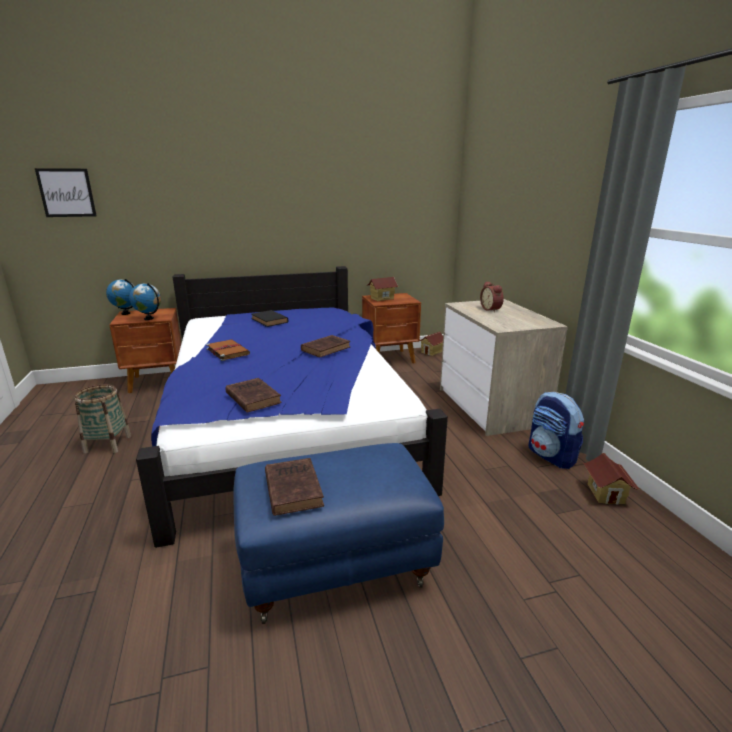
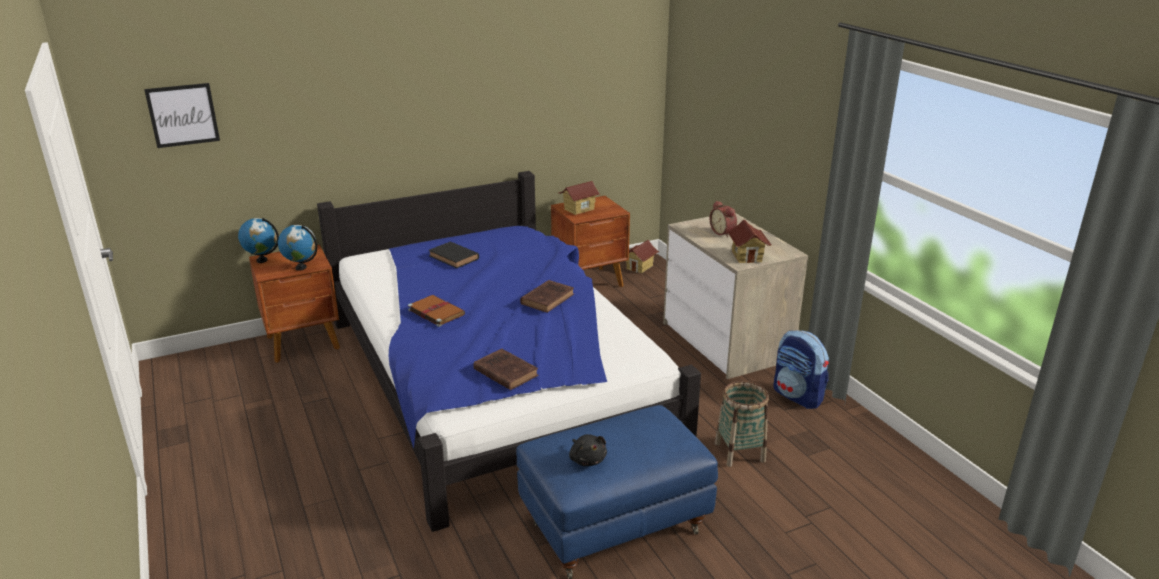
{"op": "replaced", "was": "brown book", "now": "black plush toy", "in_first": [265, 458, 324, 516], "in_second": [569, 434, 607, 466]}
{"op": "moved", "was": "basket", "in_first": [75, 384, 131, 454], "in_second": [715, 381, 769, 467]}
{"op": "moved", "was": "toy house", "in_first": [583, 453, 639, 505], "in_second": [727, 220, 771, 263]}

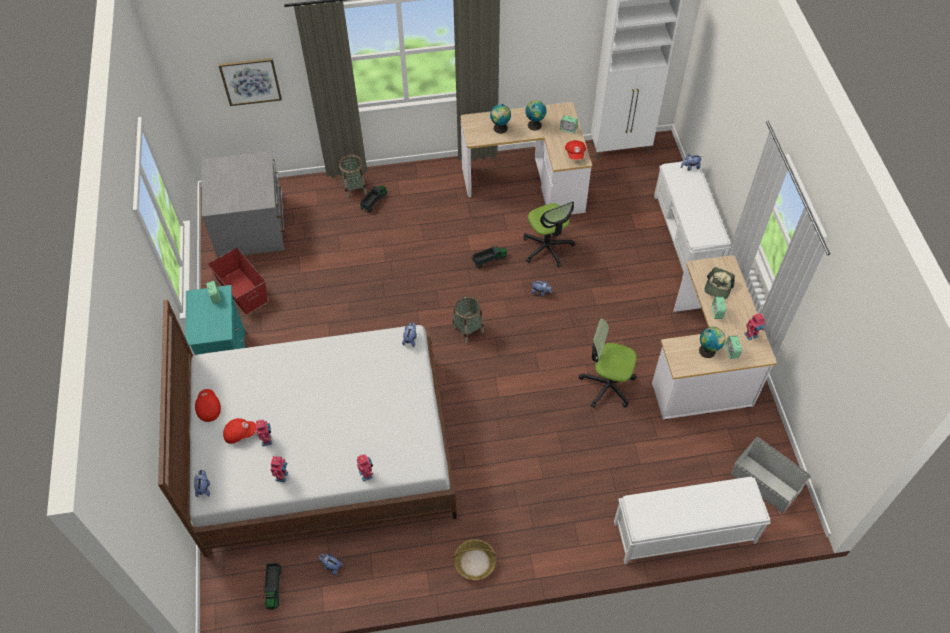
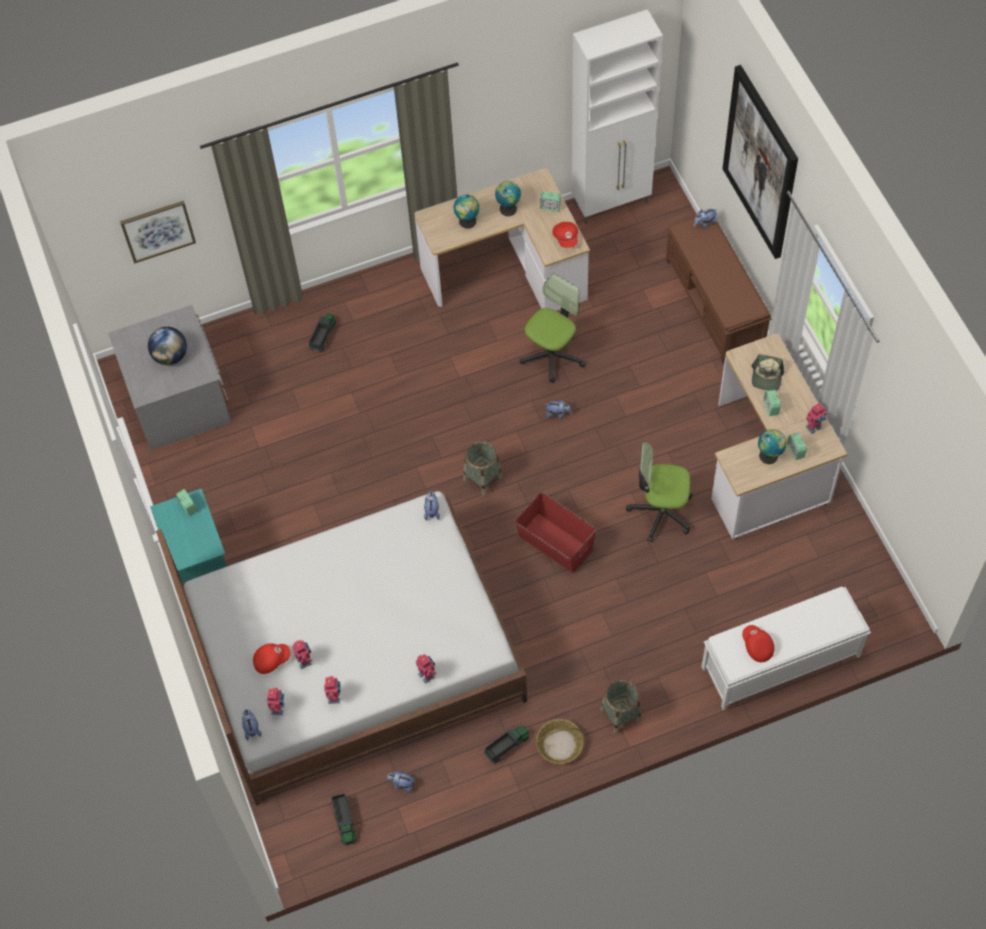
{"op": "added", "now": "globe", "in_second": [148, 327, 187, 365]}
{"op": "added", "now": "toy robot", "in_second": [267, 688, 284, 715]}
{"op": "moved", "was": "toy truck", "in_first": [472, 246, 507, 268], "in_second": [484, 726, 530, 763]}
{"op": "moved", "was": "red storage box", "in_first": [208, 248, 268, 314], "in_second": [515, 492, 596, 573]}
{"op": "turned", "was": "office chair", "in_first": [523, 201, 575, 268], "in_second": [520, 274, 585, 383], "clockwise": -105}
{"op": "moved", "was": "basket", "in_first": [339, 155, 367, 198], "in_second": [600, 679, 641, 734]}
{"op": "recoloured", "was": "white bench", "now": "brown bench", "in_first": [654, 161, 731, 278], "in_second": [666, 215, 772, 364]}
{"op": "added", "now": "picture", "in_second": [722, 65, 798, 259]}
{"op": "moved", "was": "red cap", "in_first": [195, 389, 221, 422], "in_second": [742, 625, 775, 662]}
{"op": "removed", "was": "grey storage box", "in_first": [731, 437, 811, 513]}

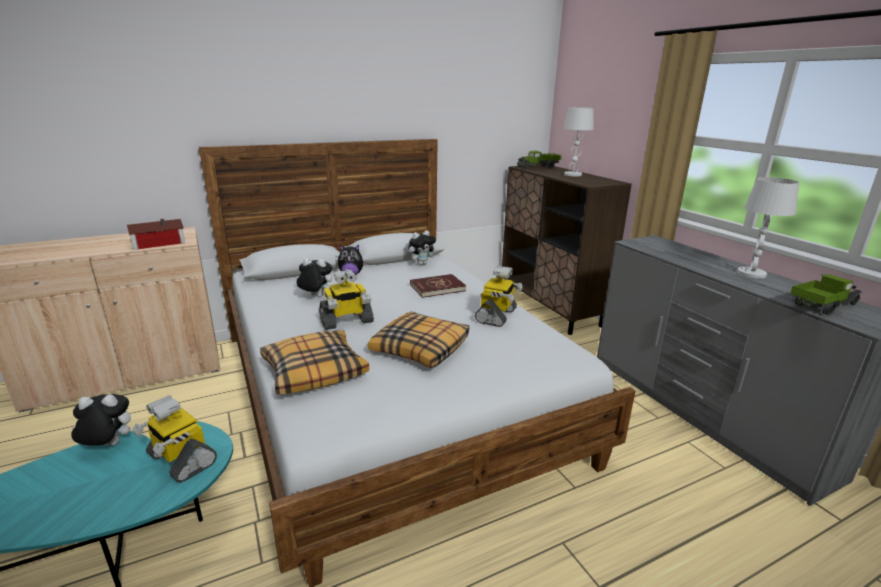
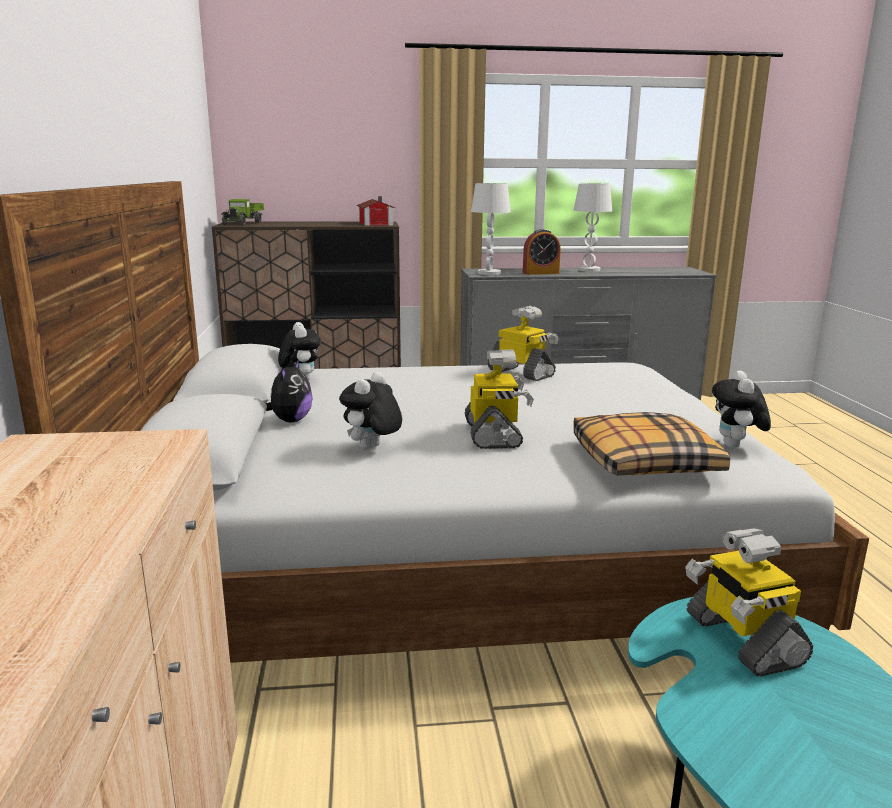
{"op": "moved", "was": "toy house", "in_first": [127, 219, 185, 250], "in_second": [357, 196, 395, 226]}
{"op": "moved", "was": "white table lamp", "in_first": [563, 107, 594, 177], "in_second": [471, 183, 511, 275]}
{"op": "added", "now": "alarm clock", "in_second": [523, 229, 561, 275]}
{"op": "turned", "was": "toy robot", "in_first": [132, 395, 217, 483], "in_second": [685, 528, 813, 677], "clockwise": 105}
{"op": "moved", "was": "plush toy", "in_first": [71, 394, 131, 446], "in_second": [712, 370, 771, 448]}
{"op": "removed", "was": "pillow", "in_first": [368, 311, 469, 368]}
{"op": "removed", "was": "red book", "in_first": [410, 274, 466, 298]}
{"op": "removed", "was": "toy truck", "in_first": [790, 274, 862, 315]}

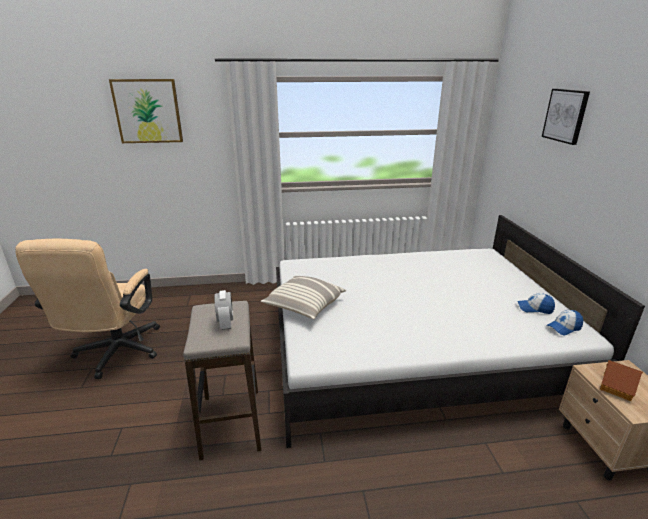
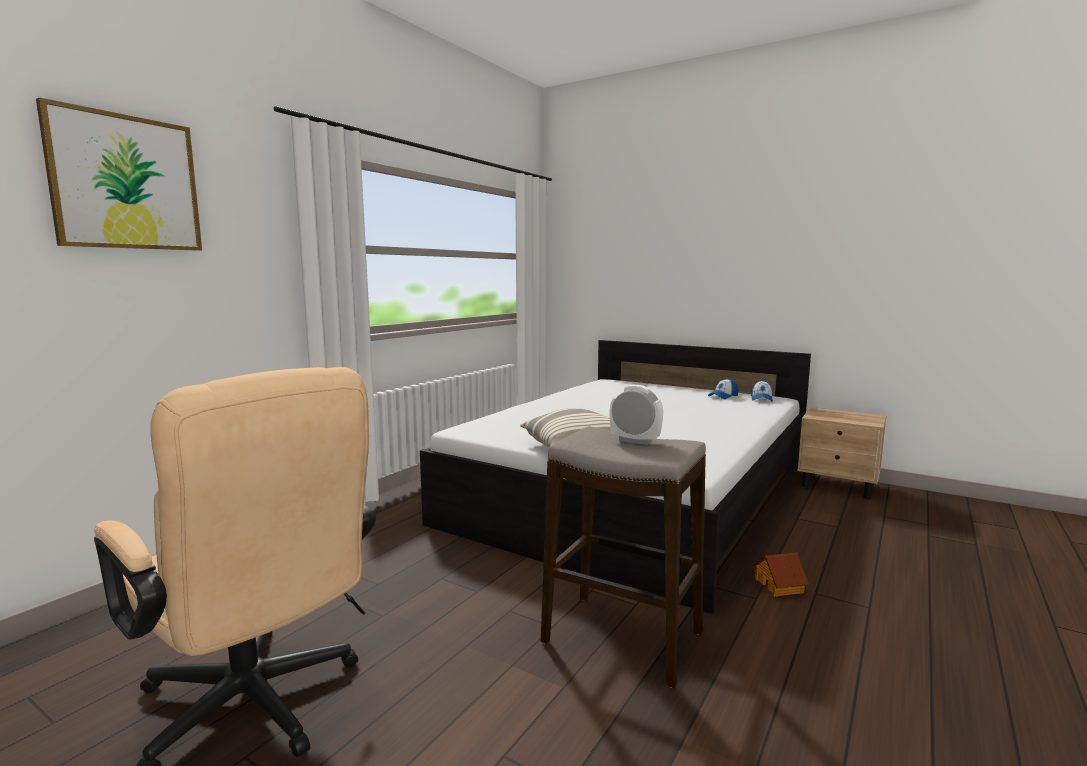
{"op": "moved", "was": "toy house", "in_first": [600, 360, 643, 401], "in_second": [752, 552, 809, 597]}
{"op": "removed", "was": "picture", "in_first": [542, 89, 590, 145]}

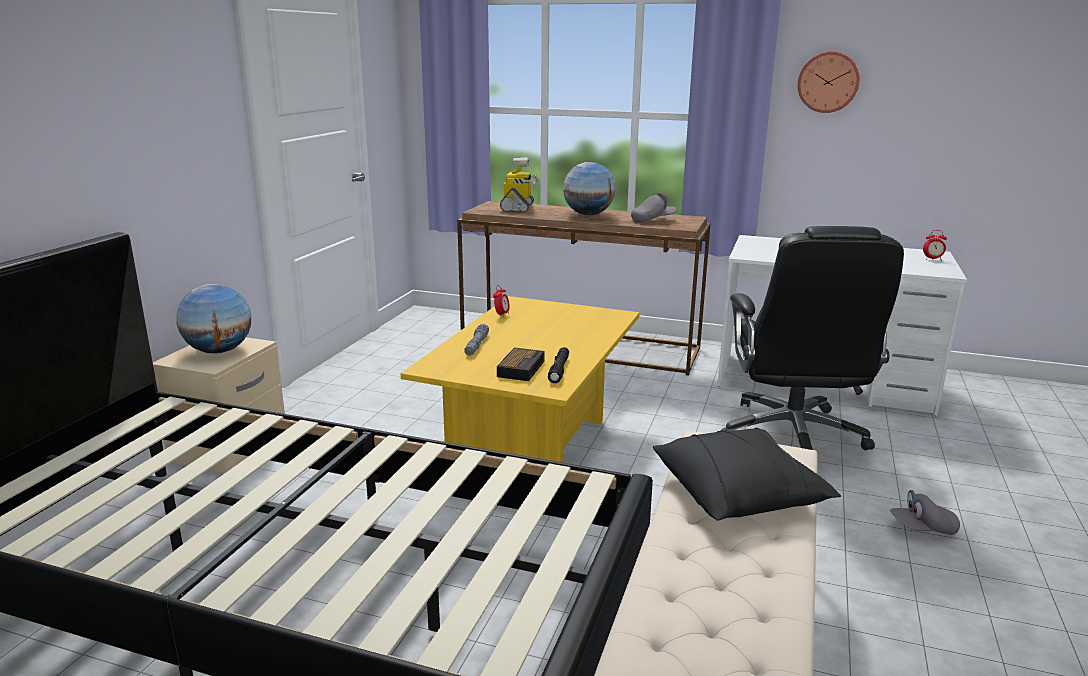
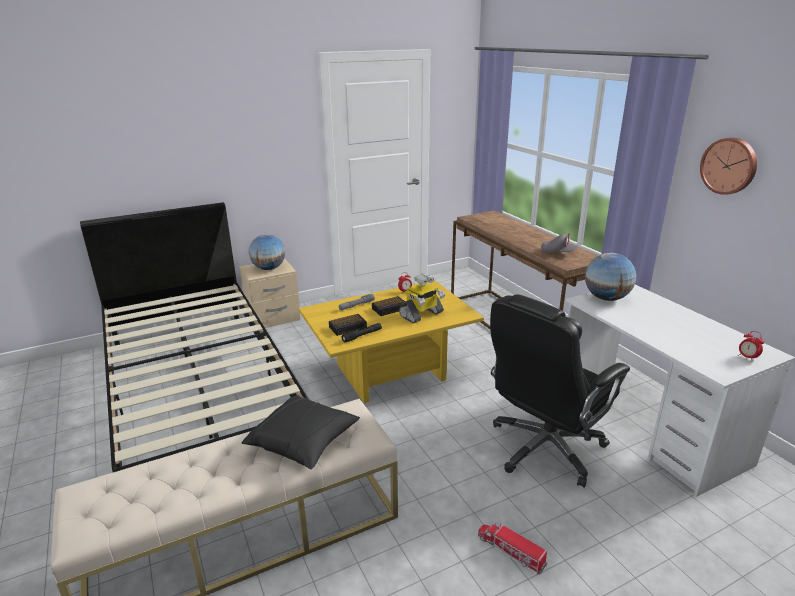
{"op": "added", "now": "alarm clock", "in_second": [372, 296, 405, 316]}
{"op": "moved", "was": "toy robot", "in_first": [500, 157, 539, 213], "in_second": [399, 274, 445, 323]}
{"op": "replaced", "was": "grey cap", "now": "toy truck", "in_first": [890, 490, 960, 535], "in_second": [478, 524, 547, 575]}
{"op": "moved", "was": "globe", "in_first": [563, 162, 616, 215], "in_second": [585, 253, 636, 301]}

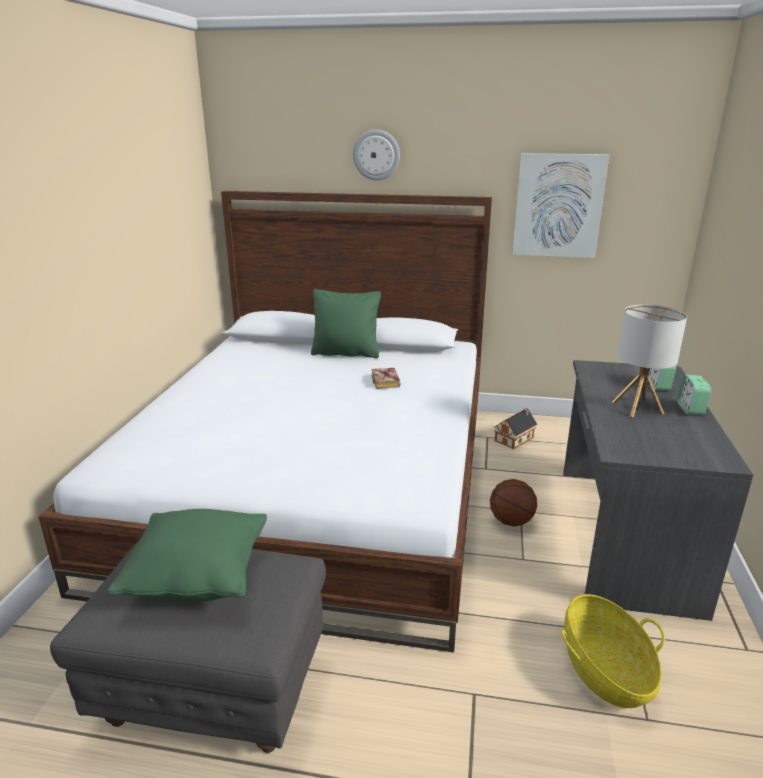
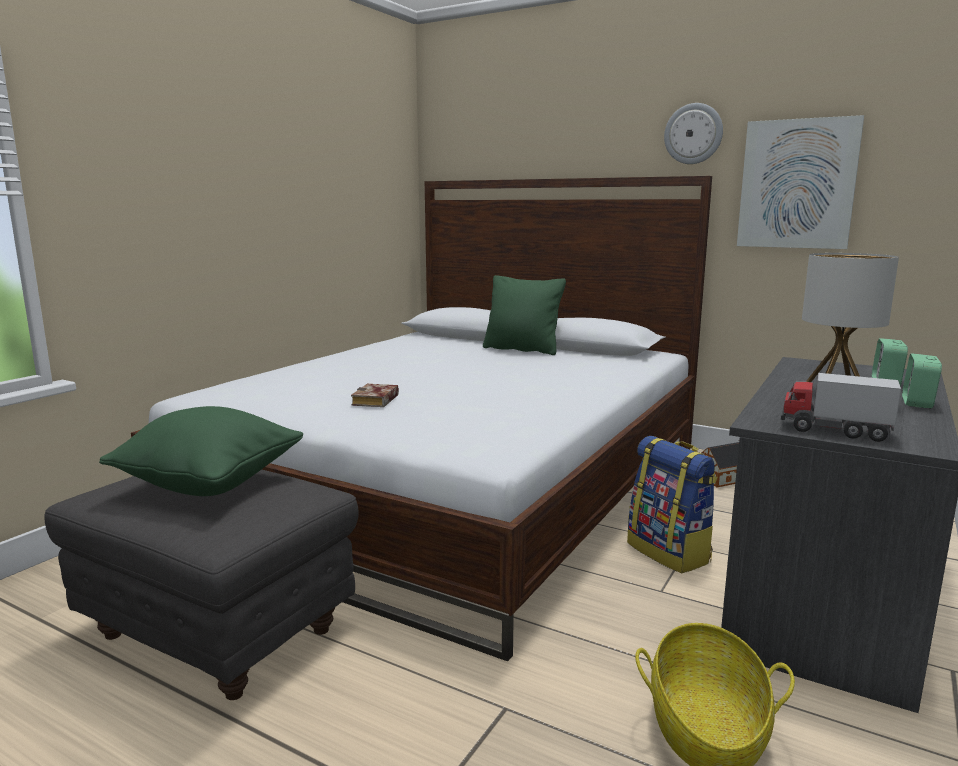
{"op": "moved", "was": "book", "in_first": [372, 368, 400, 389], "in_second": [351, 384, 399, 407]}
{"op": "replaced", "was": "basketball", "now": "backpack", "in_first": [490, 479, 537, 526], "in_second": [627, 436, 717, 573]}
{"op": "moved", "was": "wall clock", "in_first": [353, 130, 400, 180], "in_second": [664, 103, 723, 164]}
{"op": "added", "now": "toy truck", "in_second": [781, 373, 901, 442]}

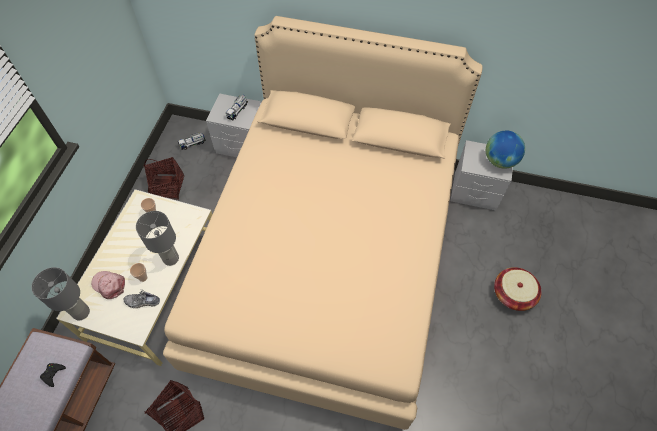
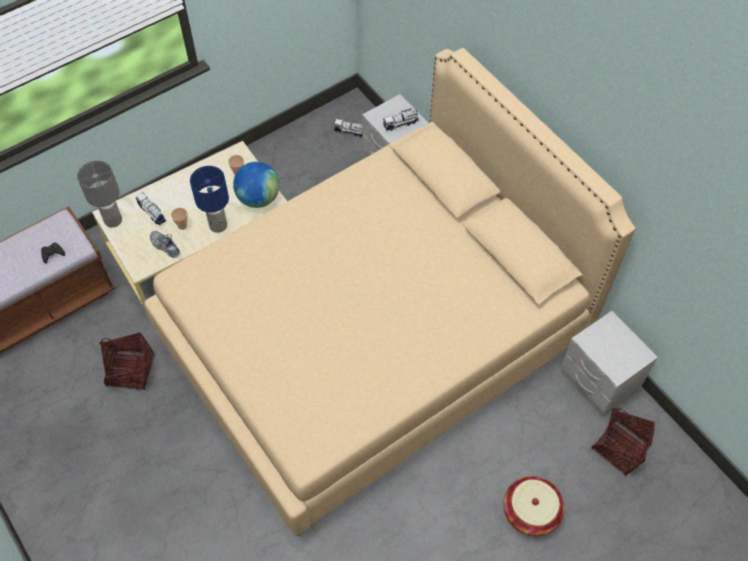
{"op": "replaced", "was": "pink cap", "now": "toy truck", "in_first": [91, 271, 125, 299], "in_second": [136, 192, 166, 225]}
{"op": "recoloured", "was": "grey table lamp", "now": "blue table lamp", "in_first": [136, 211, 179, 266], "in_second": [190, 166, 229, 233]}
{"op": "moved", "was": "globe", "in_first": [486, 131, 525, 169], "in_second": [233, 162, 280, 208]}
{"op": "moved", "was": "basket", "in_first": [143, 157, 184, 200], "in_second": [591, 408, 655, 476]}

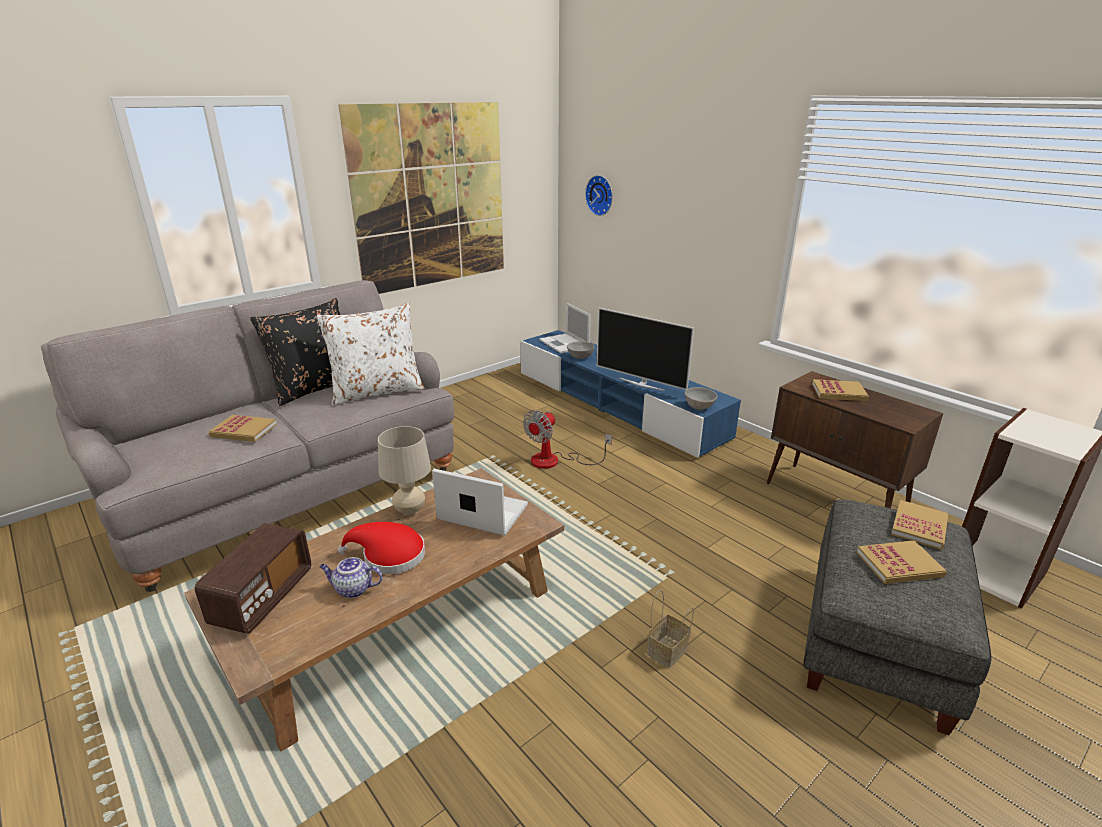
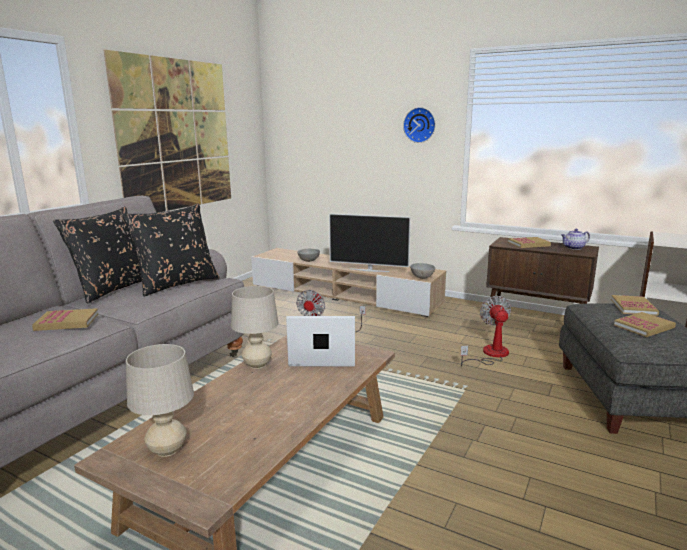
{"op": "recoloured", "was": "white pillow", "now": "black pillow", "in_first": [316, 303, 425, 406], "in_second": [121, 204, 219, 297]}
{"op": "replaced", "was": "radio", "now": "beige table lamp", "in_first": [195, 523, 311, 634], "in_second": [126, 344, 194, 457]}
{"op": "recoloured", "was": "blue tv stand", "now": "beige tv stand", "in_first": [520, 330, 741, 458], "in_second": [251, 248, 446, 317]}
{"op": "moved", "was": "wall clock", "in_first": [585, 175, 613, 216], "in_second": [403, 107, 435, 143]}
{"op": "added", "now": "fan", "in_second": [461, 296, 511, 366]}
{"op": "moved", "was": "teapot", "in_first": [319, 557, 383, 598], "in_second": [561, 229, 590, 250]}
{"op": "removed", "was": "red hat", "in_first": [338, 522, 425, 574]}
{"op": "removed", "was": "laptop", "in_first": [539, 303, 591, 353]}
{"op": "removed", "was": "basket", "in_first": [647, 589, 694, 668]}

